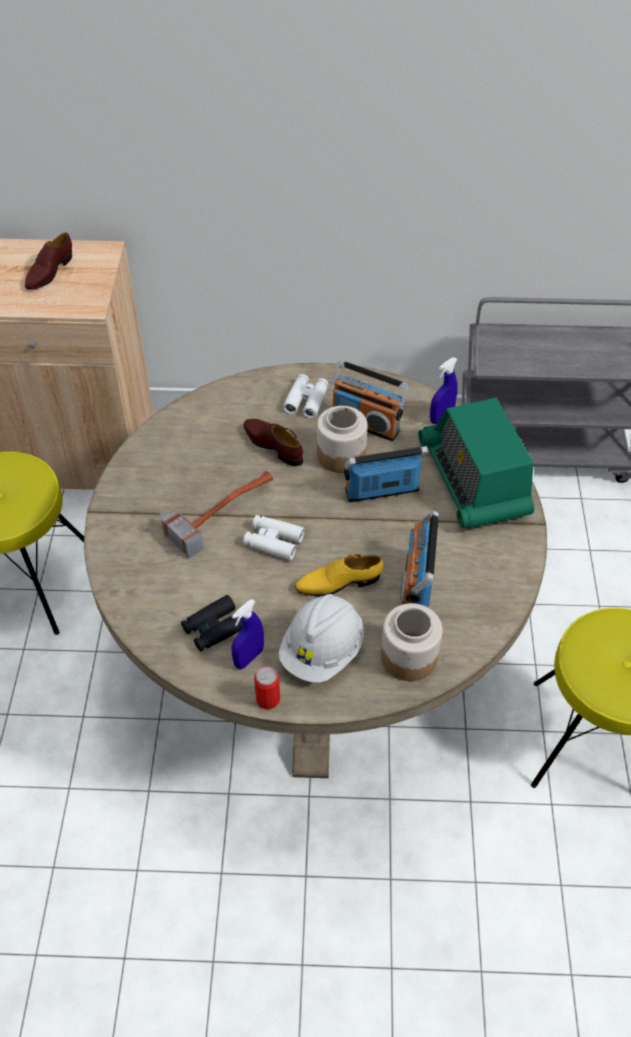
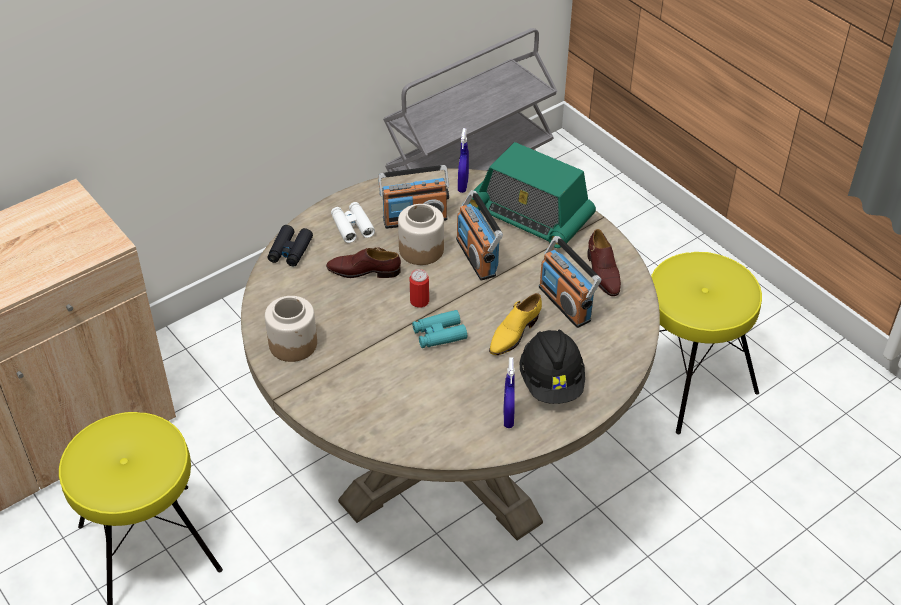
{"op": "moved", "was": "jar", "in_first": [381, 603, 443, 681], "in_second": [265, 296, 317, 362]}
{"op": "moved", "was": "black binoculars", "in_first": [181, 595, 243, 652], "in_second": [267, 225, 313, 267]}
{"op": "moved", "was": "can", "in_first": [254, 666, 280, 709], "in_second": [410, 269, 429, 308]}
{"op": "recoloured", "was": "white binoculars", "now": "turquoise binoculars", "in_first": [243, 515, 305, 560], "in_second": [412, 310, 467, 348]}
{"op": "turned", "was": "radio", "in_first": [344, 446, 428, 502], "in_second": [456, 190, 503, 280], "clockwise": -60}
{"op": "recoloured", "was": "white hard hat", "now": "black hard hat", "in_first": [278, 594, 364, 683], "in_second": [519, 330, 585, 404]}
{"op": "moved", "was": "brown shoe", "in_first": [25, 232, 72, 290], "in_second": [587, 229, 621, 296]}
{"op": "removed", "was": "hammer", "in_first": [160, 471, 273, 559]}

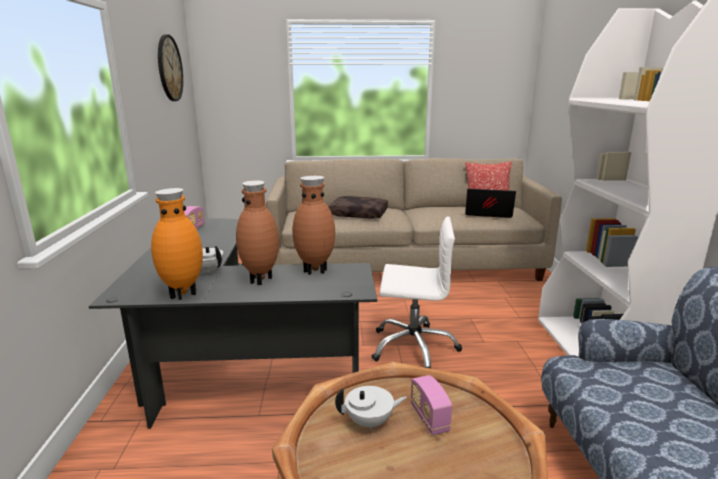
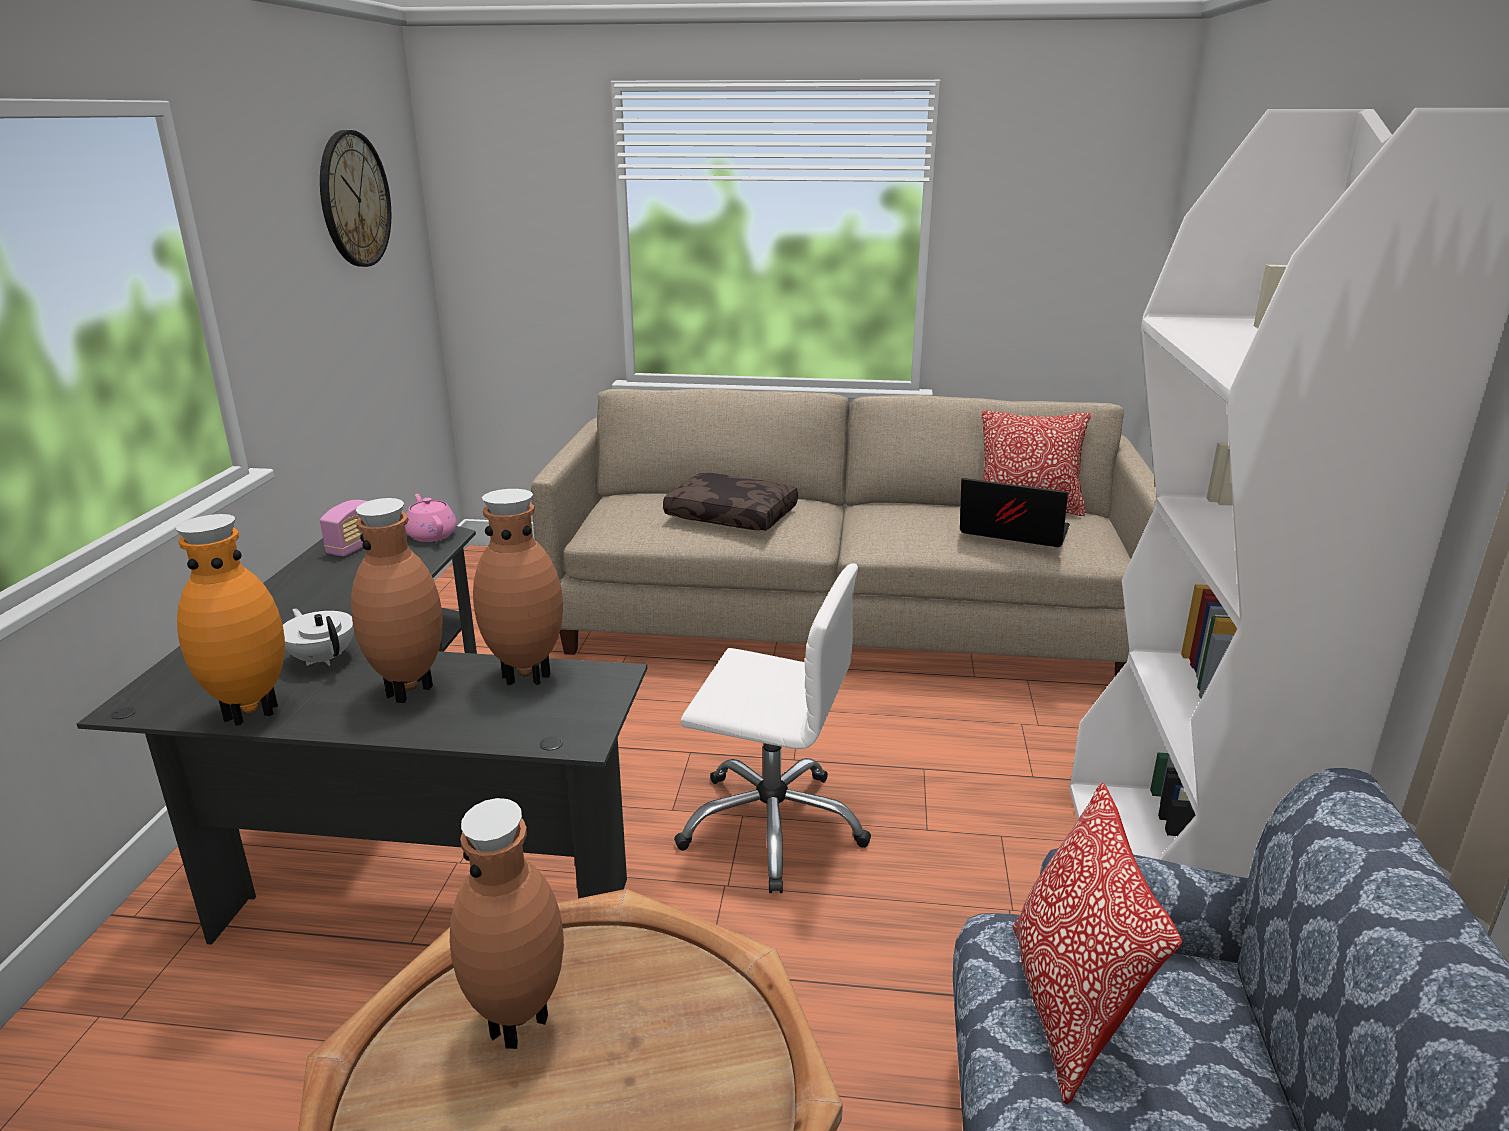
{"op": "added", "now": "pink teapot", "in_second": [405, 494, 457, 542]}
{"op": "replaced", "was": "white teapot", "now": "brown vase", "in_first": [335, 386, 407, 431], "in_second": [450, 798, 564, 1049]}
{"op": "added", "now": "pillow", "in_second": [1012, 783, 1182, 1104]}
{"op": "removed", "was": "radio", "in_first": [410, 375, 452, 435]}

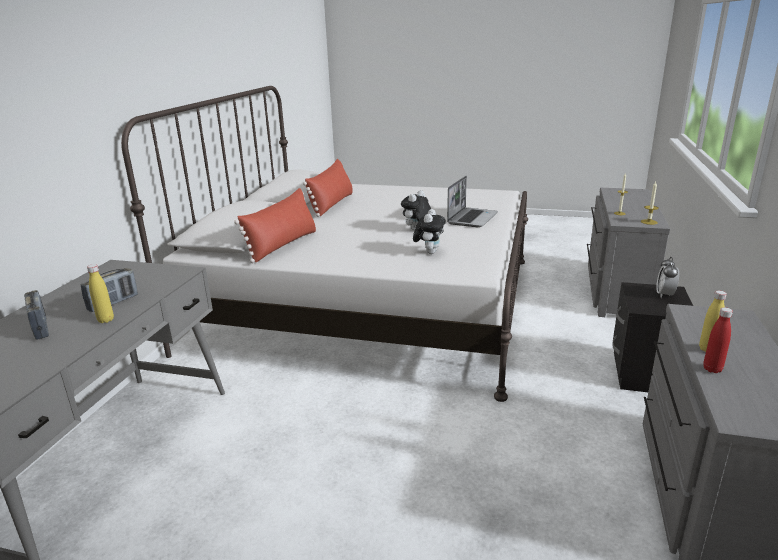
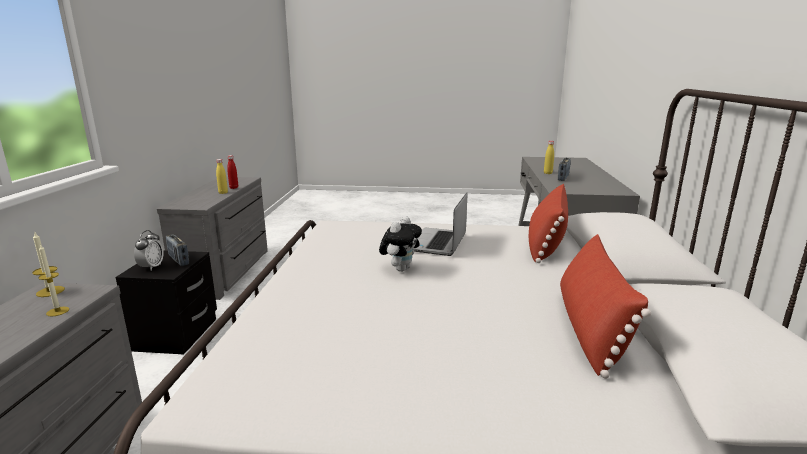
{"op": "moved", "was": "radio", "in_first": [24, 290, 49, 340], "in_second": [166, 234, 189, 266]}
{"op": "moved", "was": "laptop", "in_first": [447, 176, 498, 227], "in_second": [413, 192, 467, 256]}
{"op": "removed", "was": "plush toy", "in_first": [413, 209, 446, 254]}

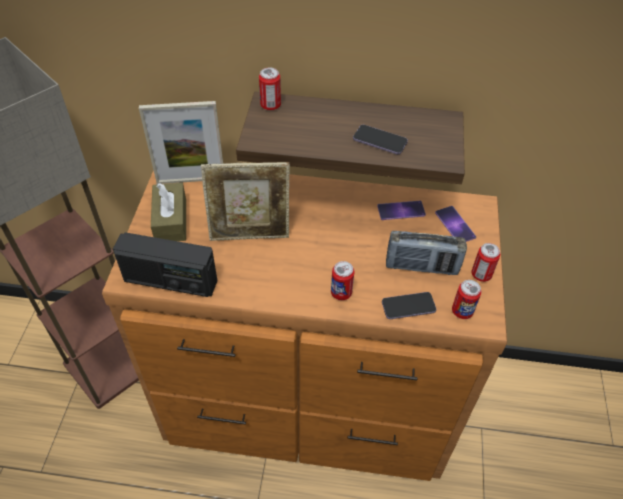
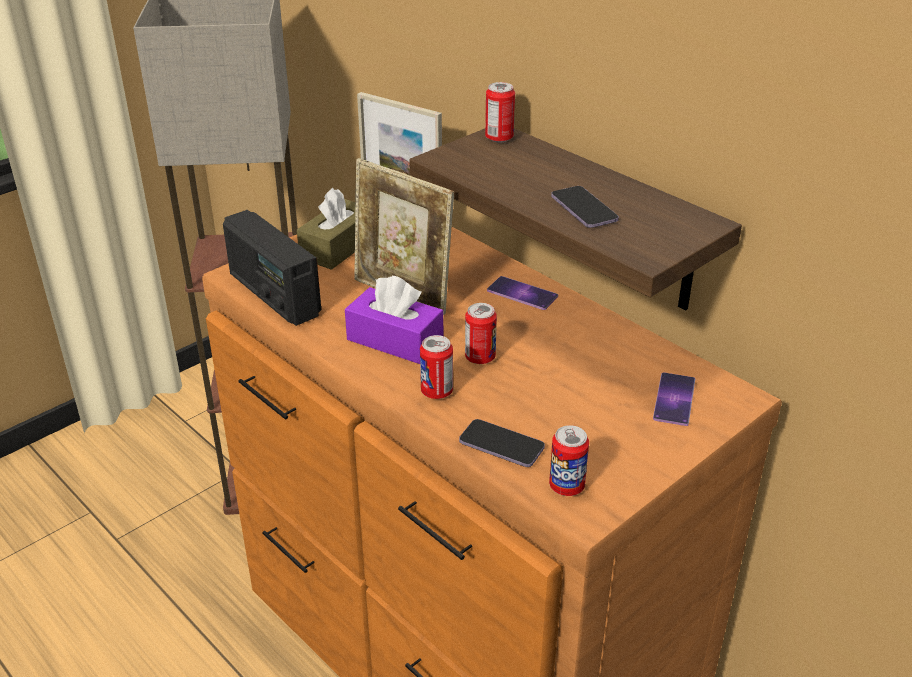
{"op": "added", "now": "purple tissue box", "in_second": [345, 276, 443, 364]}
{"op": "moved", "was": "can", "in_first": [472, 243, 500, 282], "in_second": [465, 303, 497, 364]}
{"op": "moved", "was": "phone", "in_first": [377, 201, 426, 220], "in_second": [487, 276, 558, 310]}
{"op": "removed", "was": "radio", "in_first": [386, 231, 467, 275]}

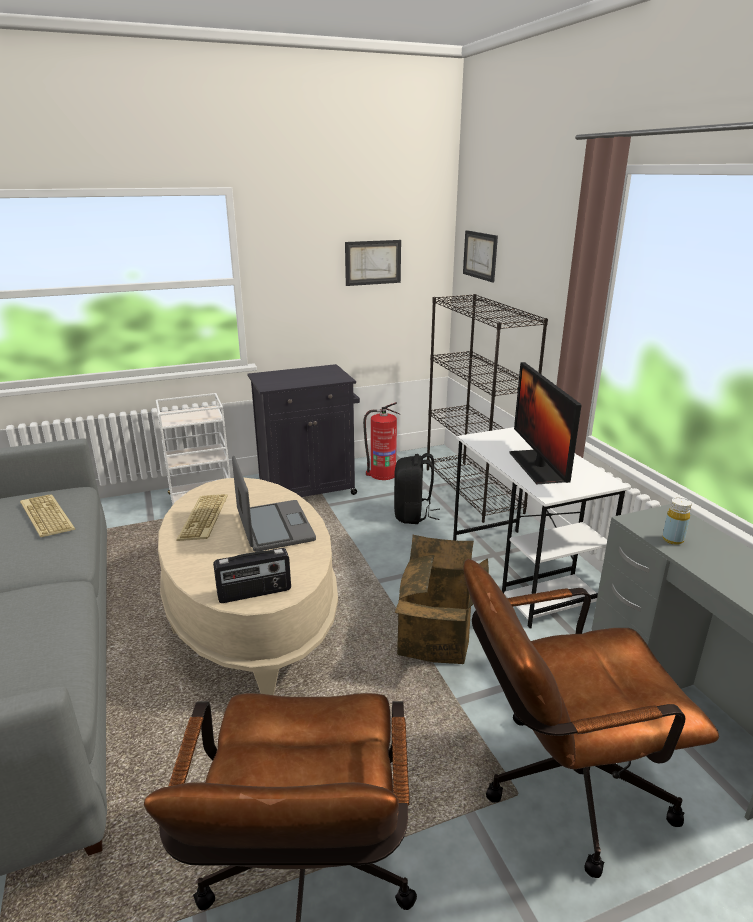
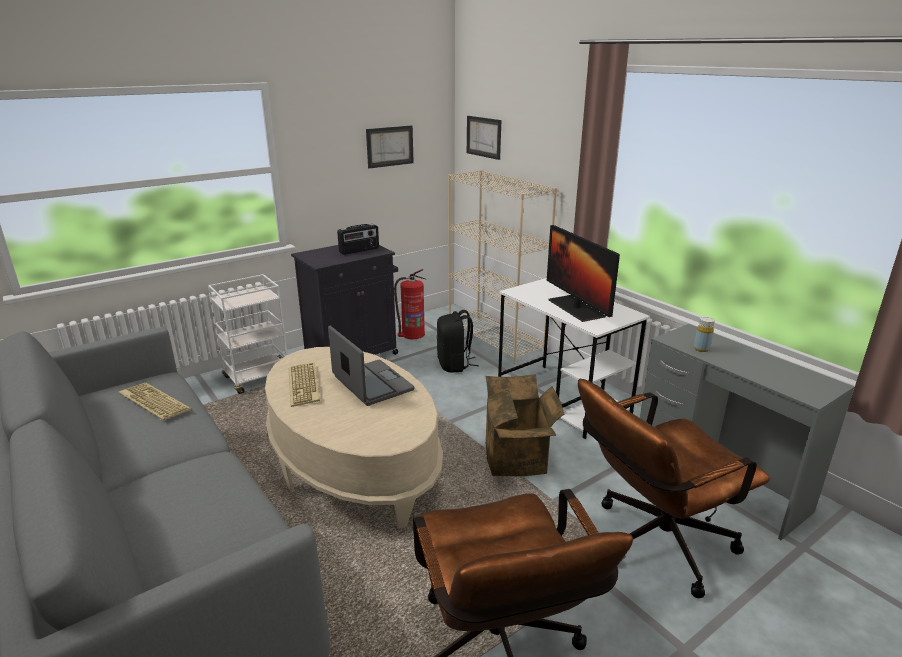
{"op": "moved", "was": "radio", "in_first": [213, 548, 291, 603], "in_second": [337, 224, 379, 255]}
{"op": "recoloured", "was": "black bookcase", "now": "beige bookcase", "in_first": [427, 294, 548, 523], "in_second": [448, 170, 557, 364]}

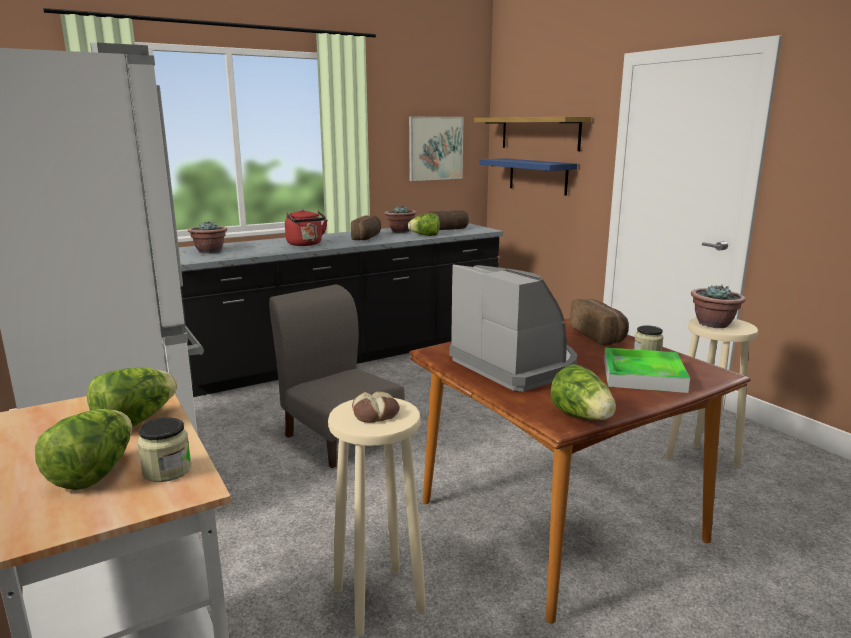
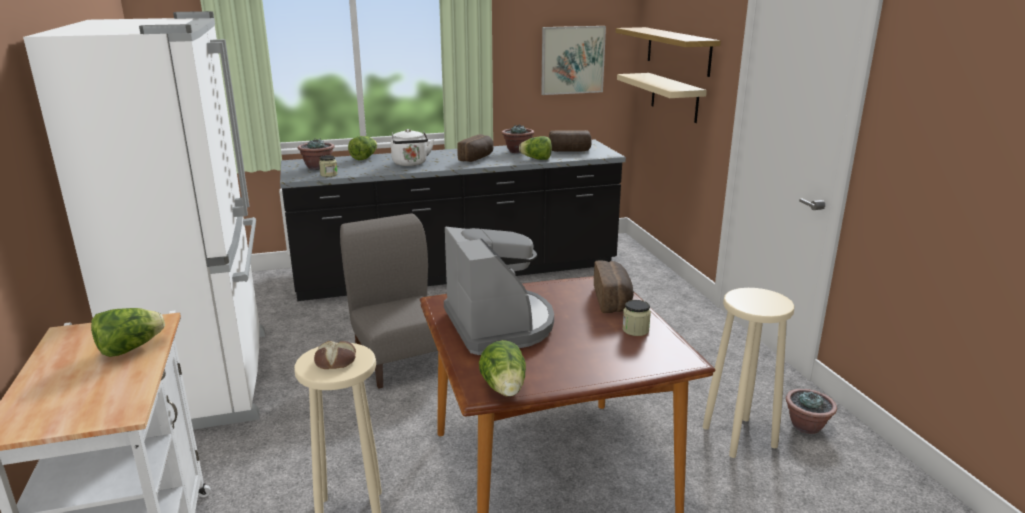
{"op": "moved", "was": "jar", "in_first": [137, 418, 191, 482], "in_second": [319, 155, 338, 177]}
{"op": "moved", "was": "lettuce", "in_first": [35, 409, 132, 490], "in_second": [348, 136, 377, 160]}
{"op": "recoloured", "was": "red kettle", "now": "white kettle", "in_first": [285, 209, 328, 246], "in_second": [391, 129, 434, 166]}
{"op": "recoloured", "was": "blue shelf", "now": "beige shelf", "in_first": [479, 158, 577, 196], "in_second": [617, 73, 707, 123]}
{"op": "moved", "was": "potted plant", "in_first": [691, 284, 746, 328], "in_second": [786, 389, 837, 434]}
{"op": "removed", "was": "tray", "in_first": [604, 347, 690, 393]}

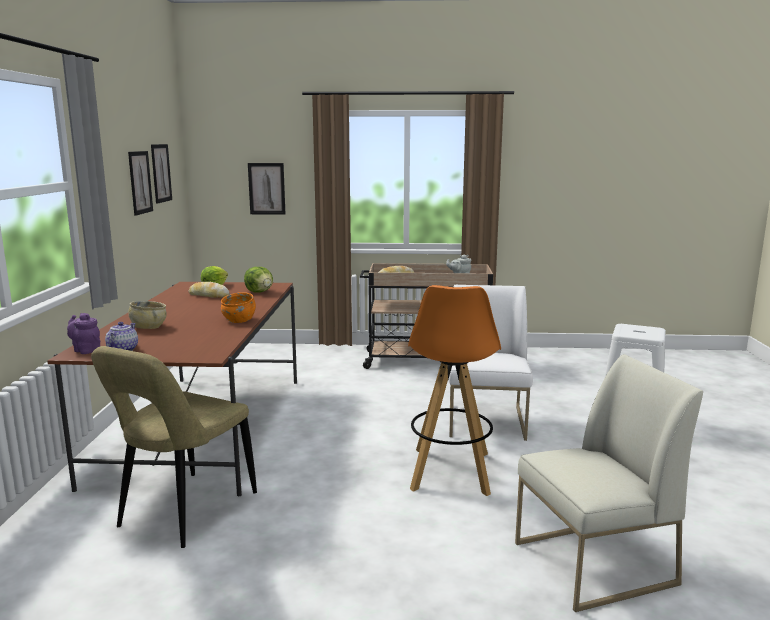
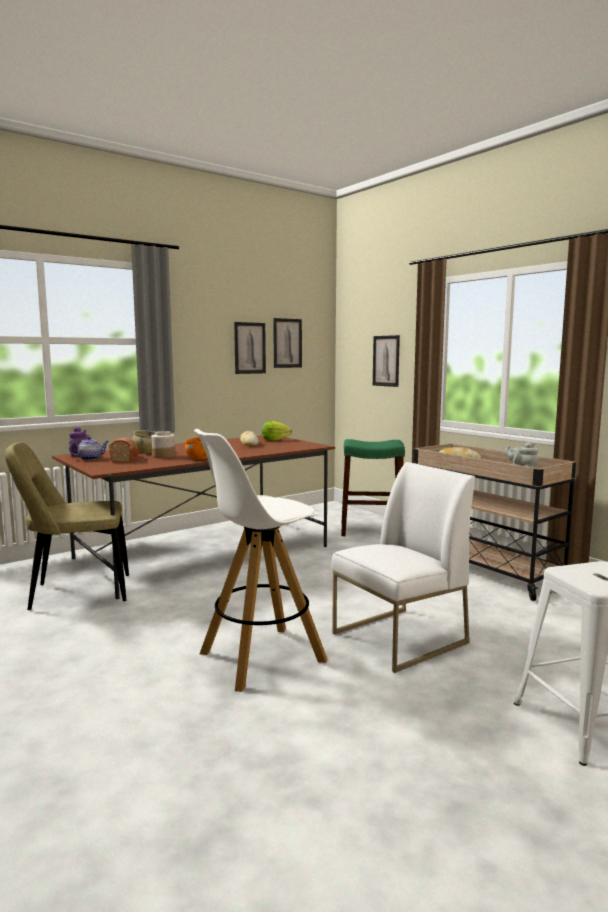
{"op": "added", "now": "bread", "in_second": [109, 438, 138, 462]}
{"op": "added", "now": "jar", "in_second": [151, 431, 175, 458]}
{"op": "recoloured", "was": "orange stool", "now": "white stool", "in_first": [408, 285, 501, 496], "in_second": [194, 429, 328, 692]}
{"op": "added", "now": "green stool", "in_second": [341, 439, 405, 536]}
{"op": "removed", "was": "lettuce", "in_first": [244, 267, 273, 293]}
{"op": "removed", "was": "white chair", "in_first": [515, 354, 703, 612]}

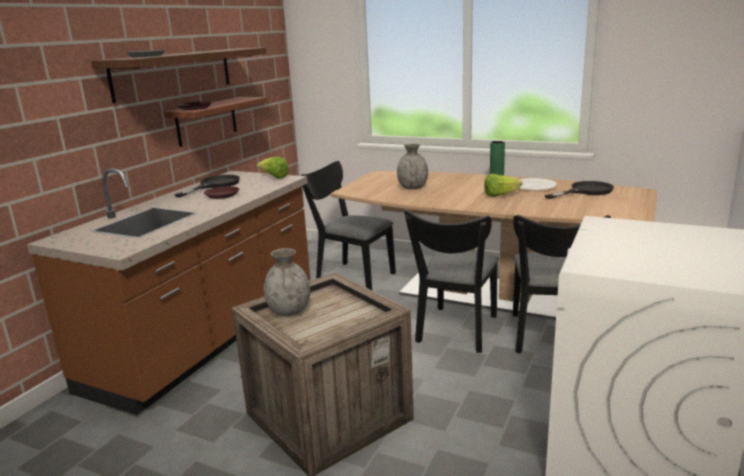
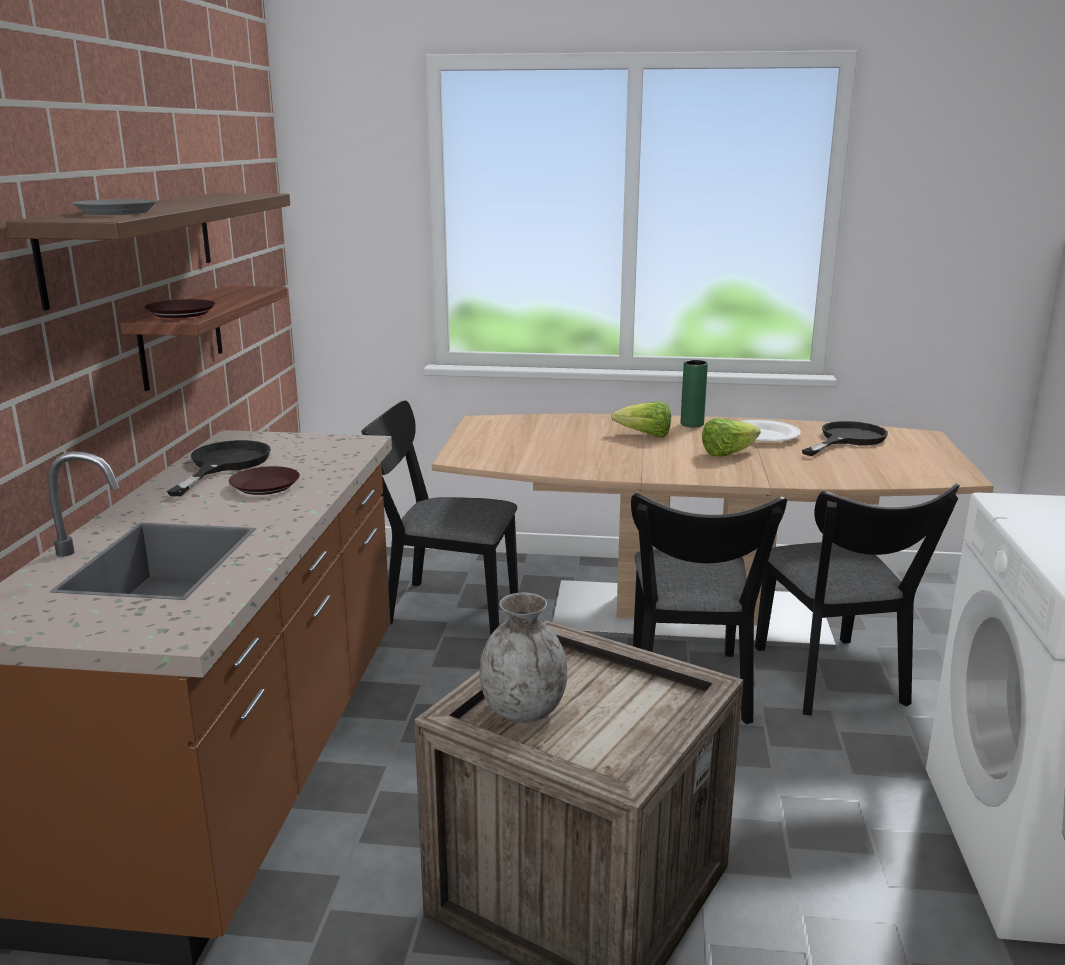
{"op": "moved", "was": "lettuce", "in_first": [257, 157, 289, 178], "in_second": [611, 401, 671, 437]}
{"op": "removed", "was": "grey vase", "in_first": [397, 144, 428, 190]}

